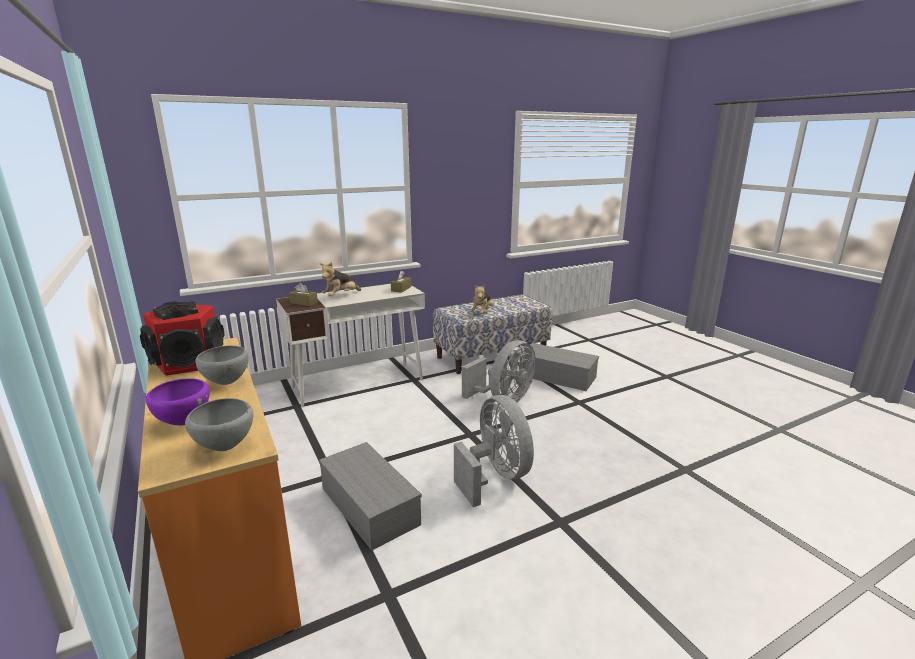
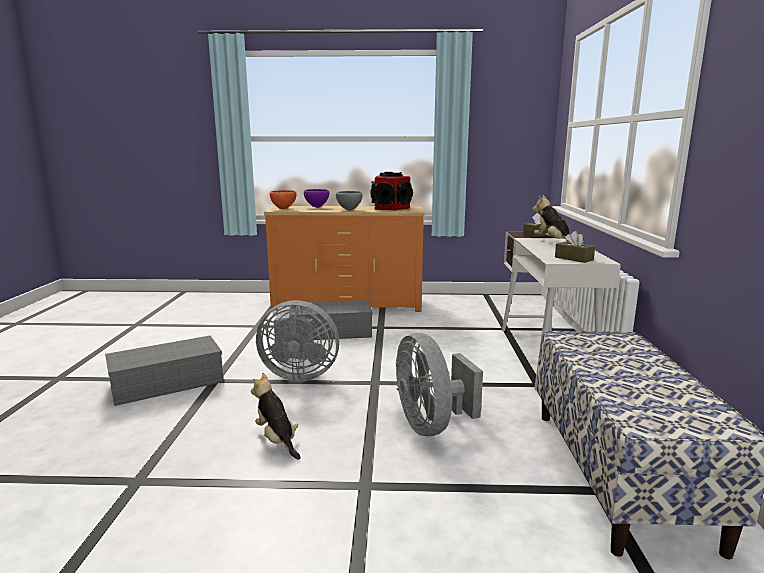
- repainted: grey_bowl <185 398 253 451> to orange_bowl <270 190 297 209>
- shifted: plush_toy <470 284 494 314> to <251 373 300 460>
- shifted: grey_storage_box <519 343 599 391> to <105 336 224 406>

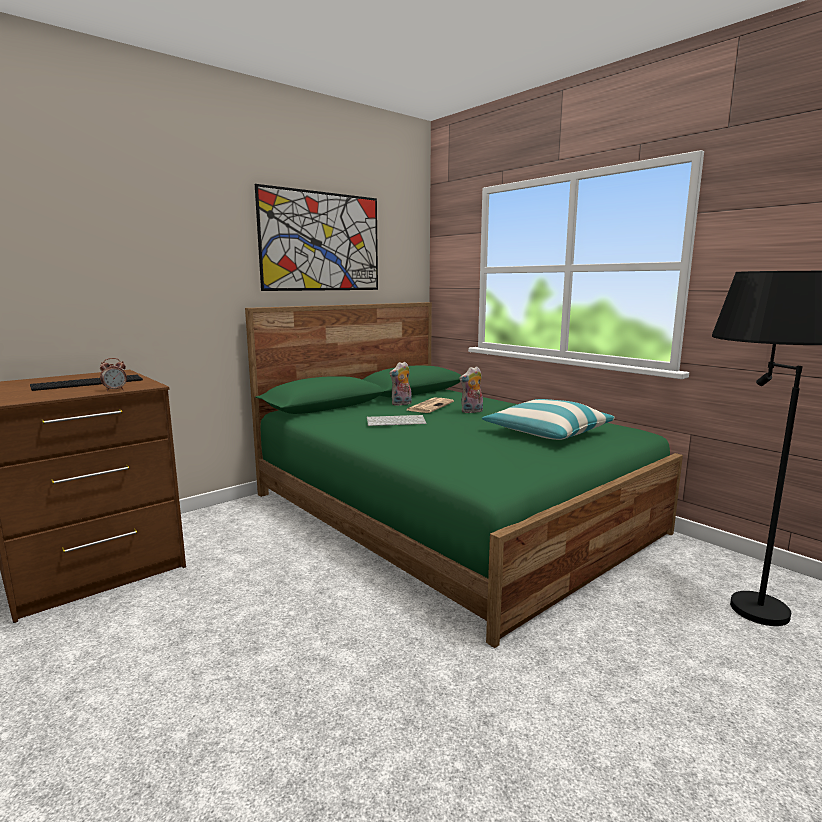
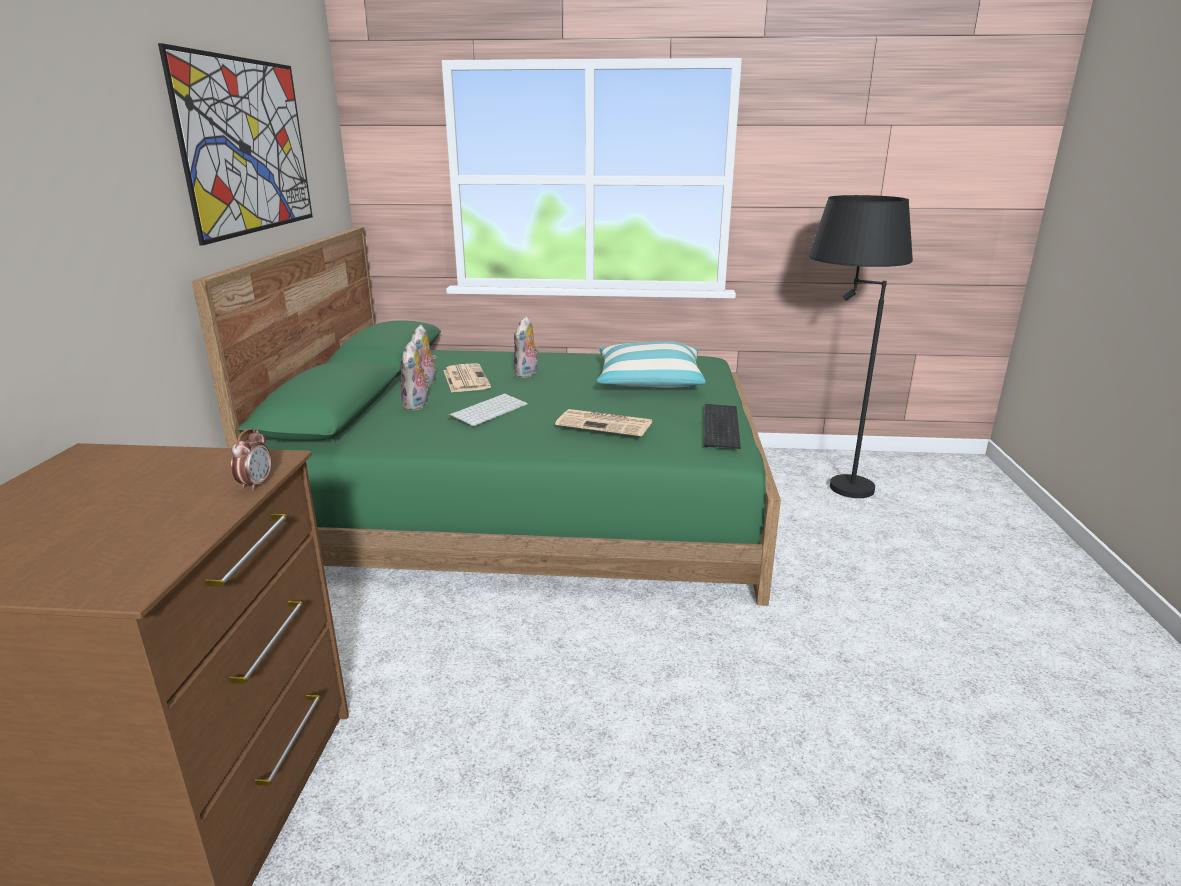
- shifted: keyboard <30 375 143 391> to <704 404 741 449>
- new: plush_toy <401 341 429 411>
- new: newspaper <555 409 652 437>

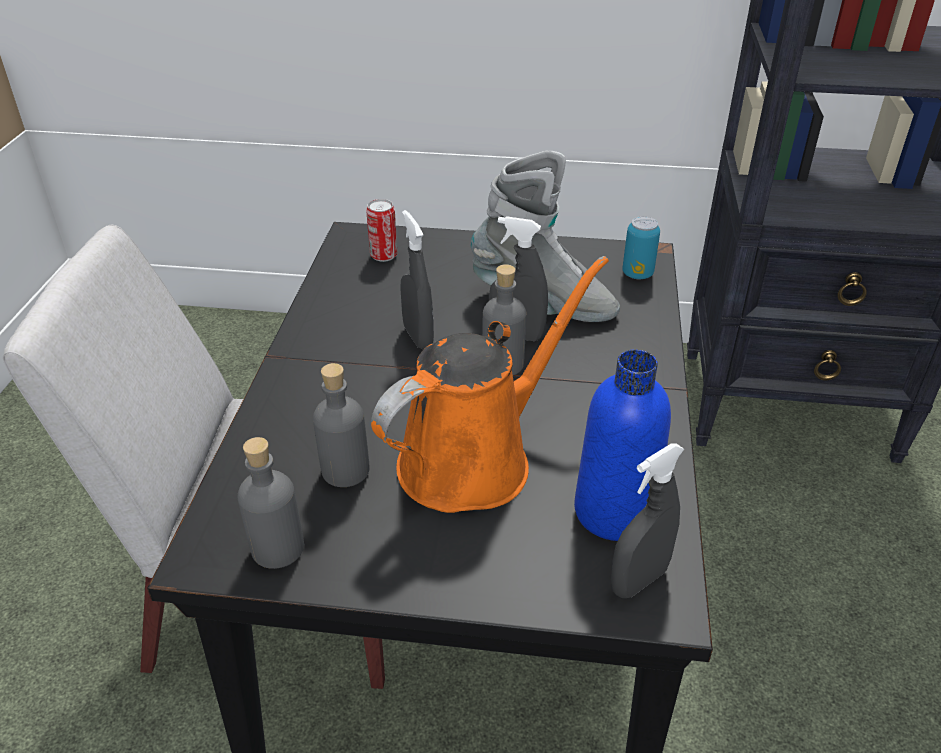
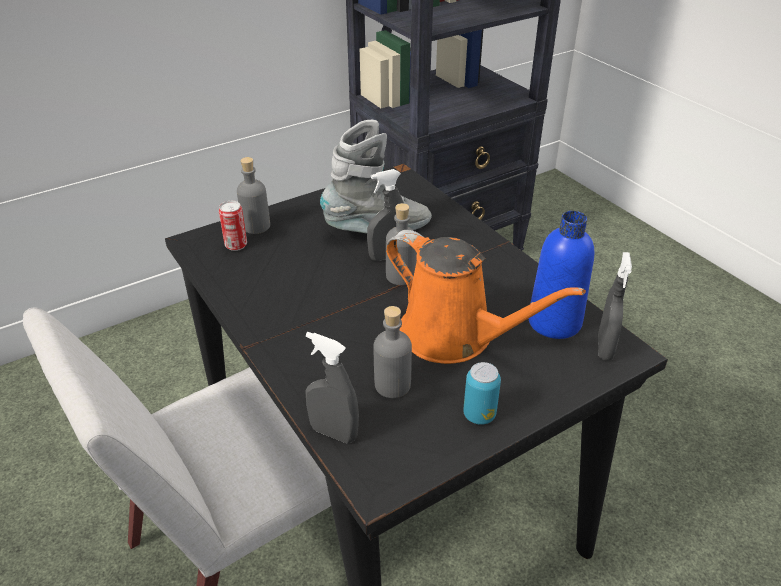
- shifted: grey_bottle <237 437 304 569> to <237 157 270 234>
- rotated: orange_watering_can <371 256 609 513> = <386 230 586 364> 120 degrees clockwise
- shifted: grey_spray_bottle <400 210 434 349> to <306 332 359 443>
- shifted: can <622 216 660 279> to <463 362 501 425>

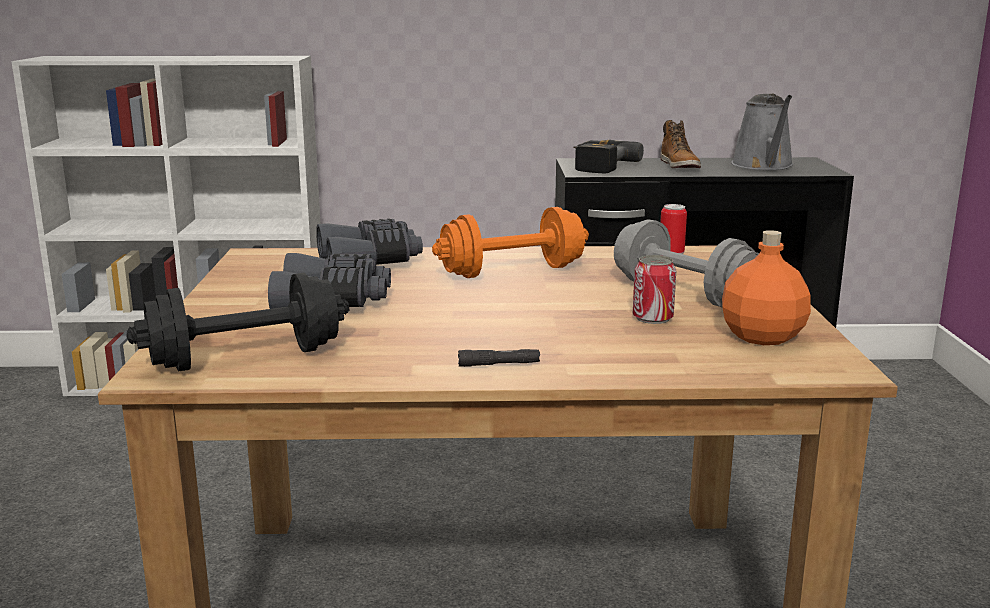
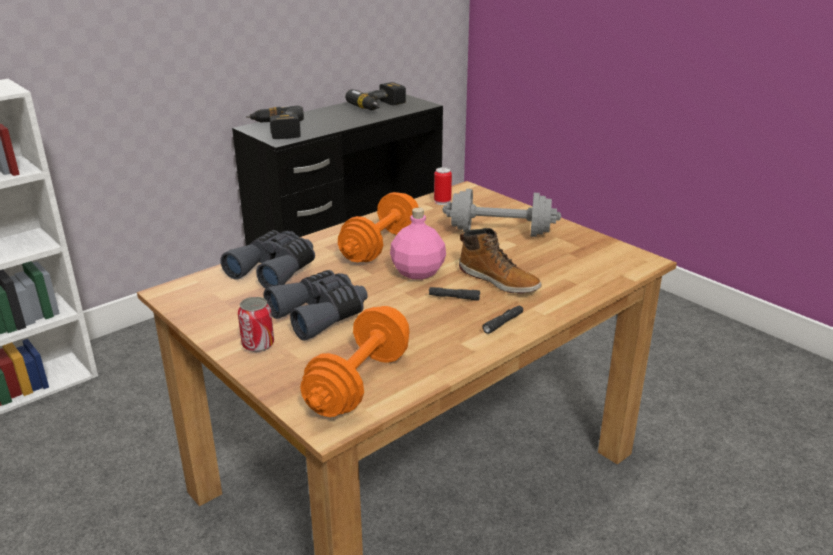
- repainted: black_dumbbell <126 272 349 372> to orange_dumbbell <300 306 410 417>
- shifted: can <633 255 676 324> to <238 297 274 352>
- shifted: boot <661 120 701 168> to <459 228 542 294>
- gone: orange_bottle <722 230 811 345>
- swapped: grey_watering_can <731 94 793 170> to power_drill <345 82 406 110>
- new: pink_bottle <390 208 446 280>
- new: black_flashlight <429 287 480 301>

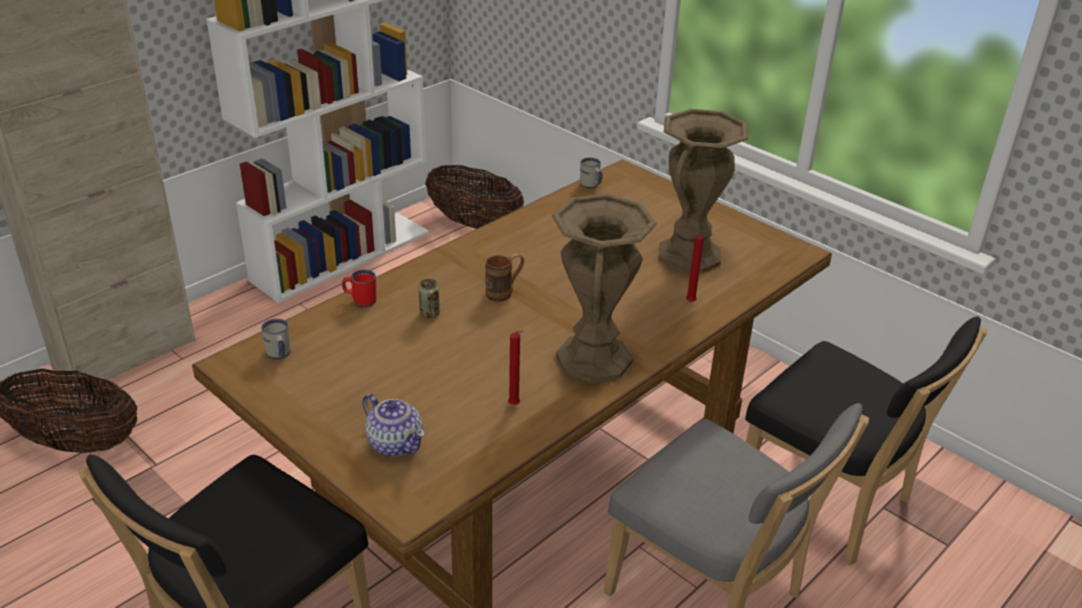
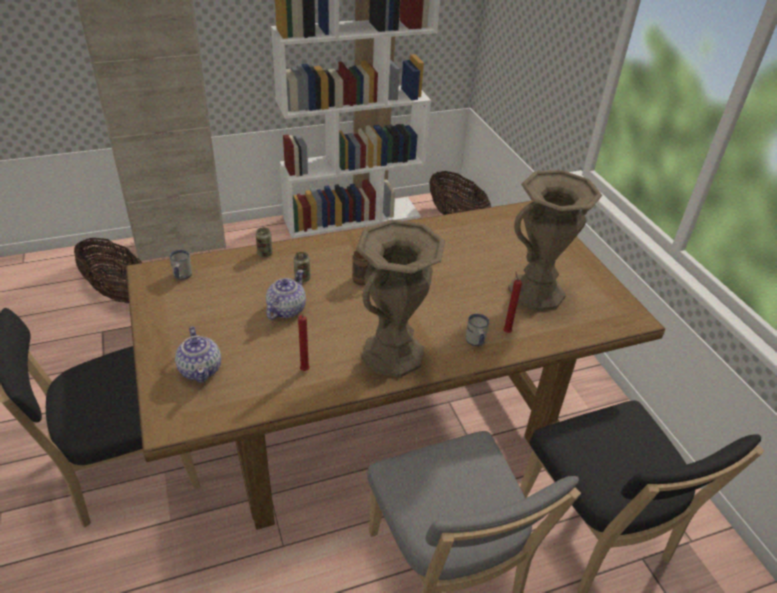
- swapped: red_mug <342 270 376 307> to can <256 227 272 257>
- shifted: white_mug <580 158 603 188> to <466 314 489 346>
- new: teapot <266 270 306 320>

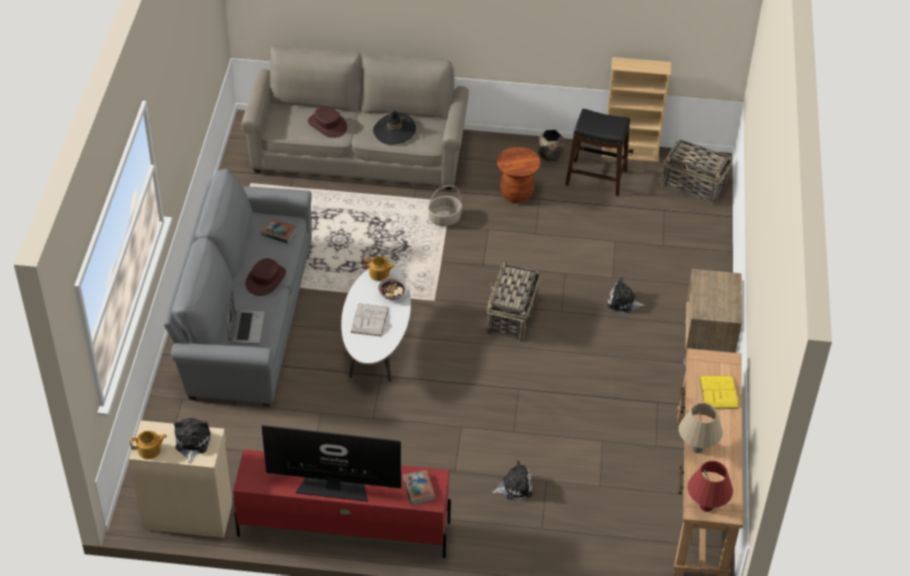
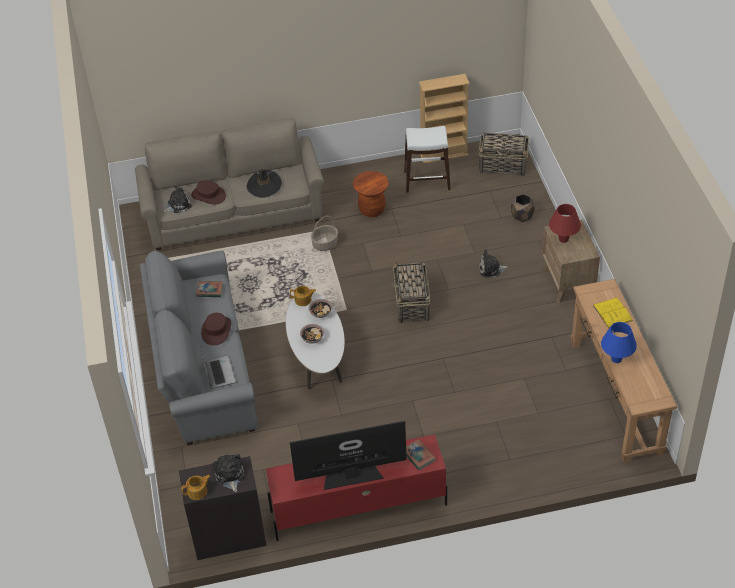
- repainted: beige_cabinet <129 420 232 538> to black_cabinet <179 456 266 560>
- swapped: white_book <351 303 389 337> to bowl <300 324 324 344>
- shifted: plush_toy <492 461 533 500> to <163 186 192 213>
- shifted: brown_planter <538 130 564 161> to <511 194 535 222>
- repainted: black_stool <566 109 630 197> to white_stool <404 126 451 193>
- repainted: beige_table_lamp <679 403 723 453> to blue_table_lamp <601 322 637 363>
- shifted: red_table_lamp <687 461 733 512> to <549 204 581 243>

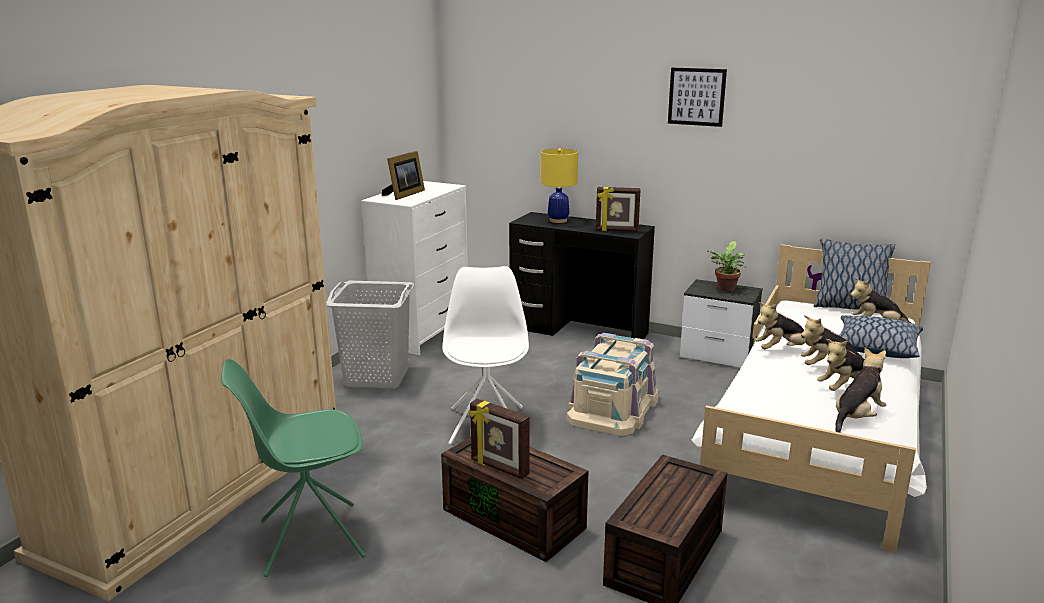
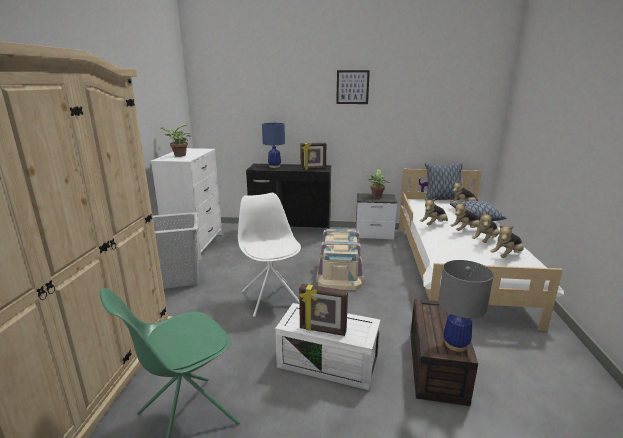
- swapped: picture_frame <382 151 425 200> to potted_plant <162 124 191 157>
- repainted: brown_storage_box <441 437 589 562> to white_storage_box <275 303 381 390>
- repainted: yellow_table_lamp <541 148 578 223> to blue_table_lamp <262 122 285 168>
- rotated: plush_toy <835 348 886 433> = <490 225 524 258> 150 degrees counterclockwise
- new: grey_table_lamp <438 260 494 352>

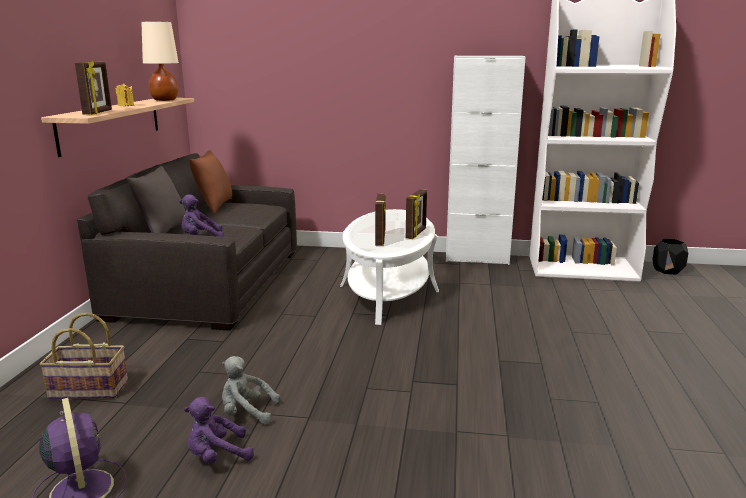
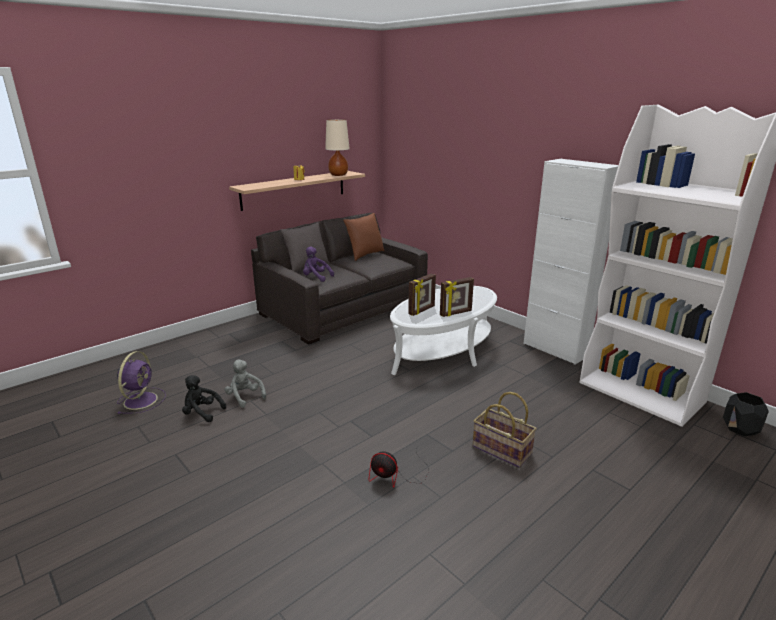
- shifted: basket <40 313 128 399> to <473 392 537 468>
- gone: picture_frame <75 60 112 115>
- repainted: purple_plush_toy <184 397 254 464> to black_plush_toy <182 375 226 422>
- new: fan <369 447 429 488>

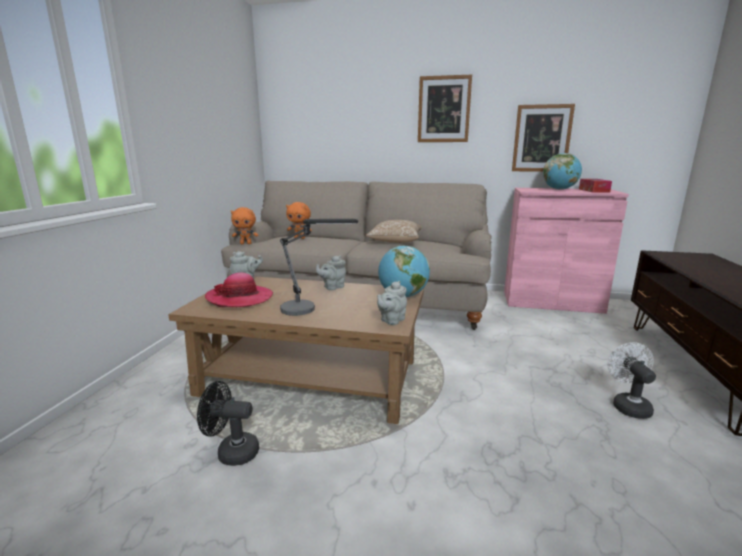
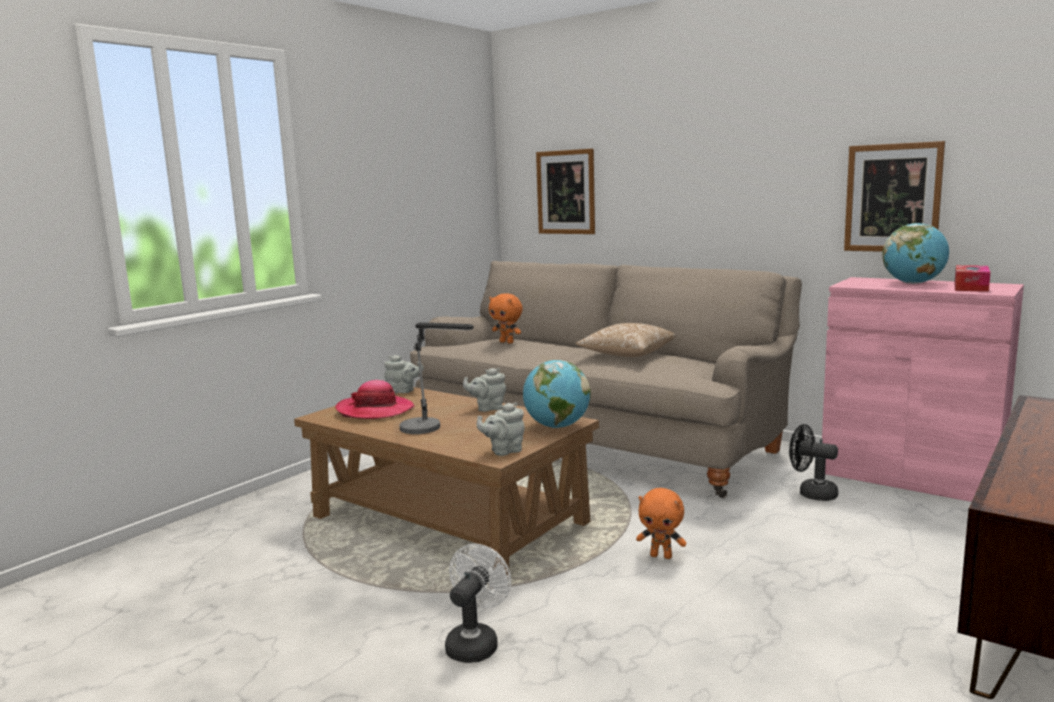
- shifted: black_fan <197 381 259 466> to <789 424 838 501>
- shifted: orange_plush_toy <231 207 258 244> to <636 488 686 559>
- shifted: picture <418 75 472 142> to <536 149 595 234>
- shifted: white_fan <607 342 656 419> to <445 544 511 663>

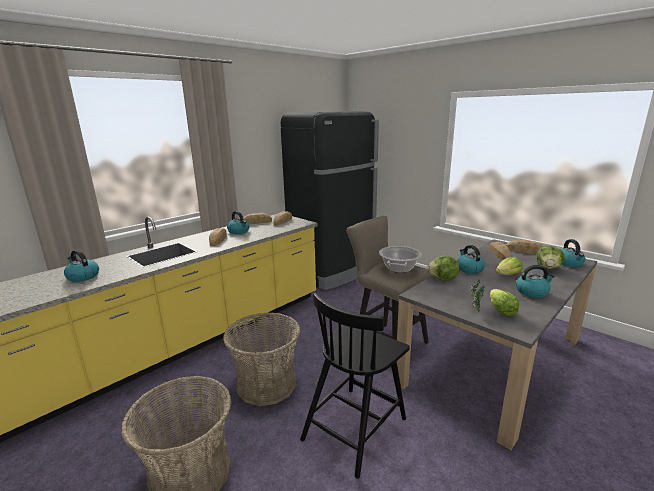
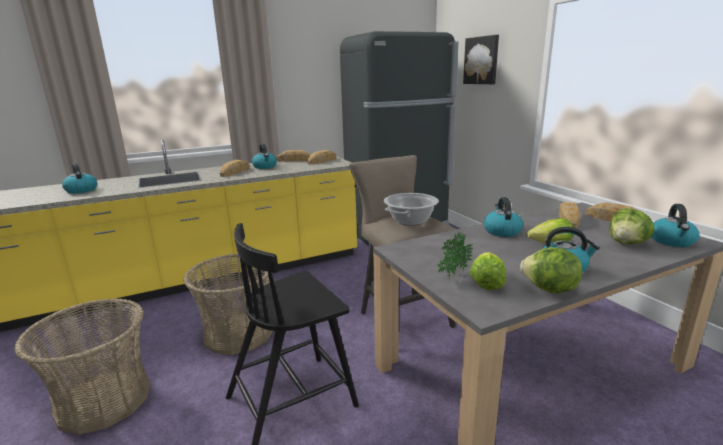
- shifted: lettuce <427 256 460 281> to <520 247 582 293>
- new: picture <463 35 499 84>

